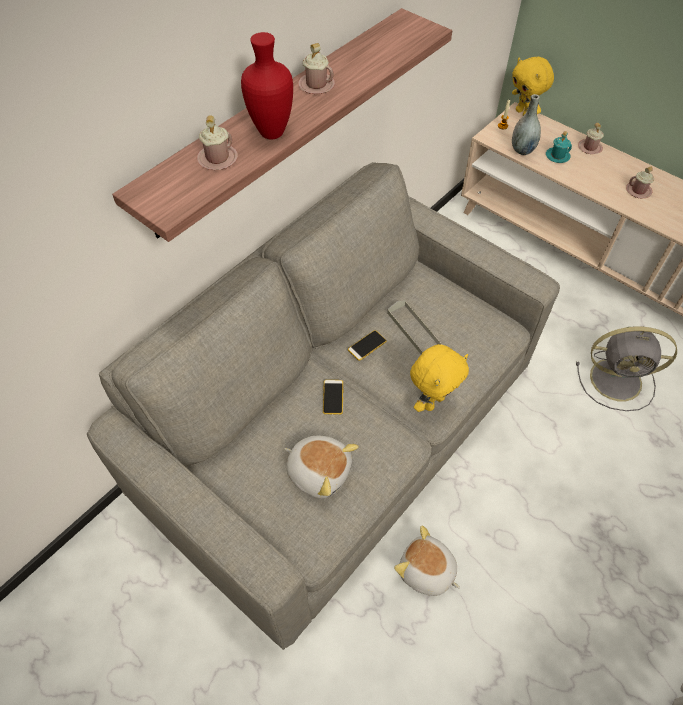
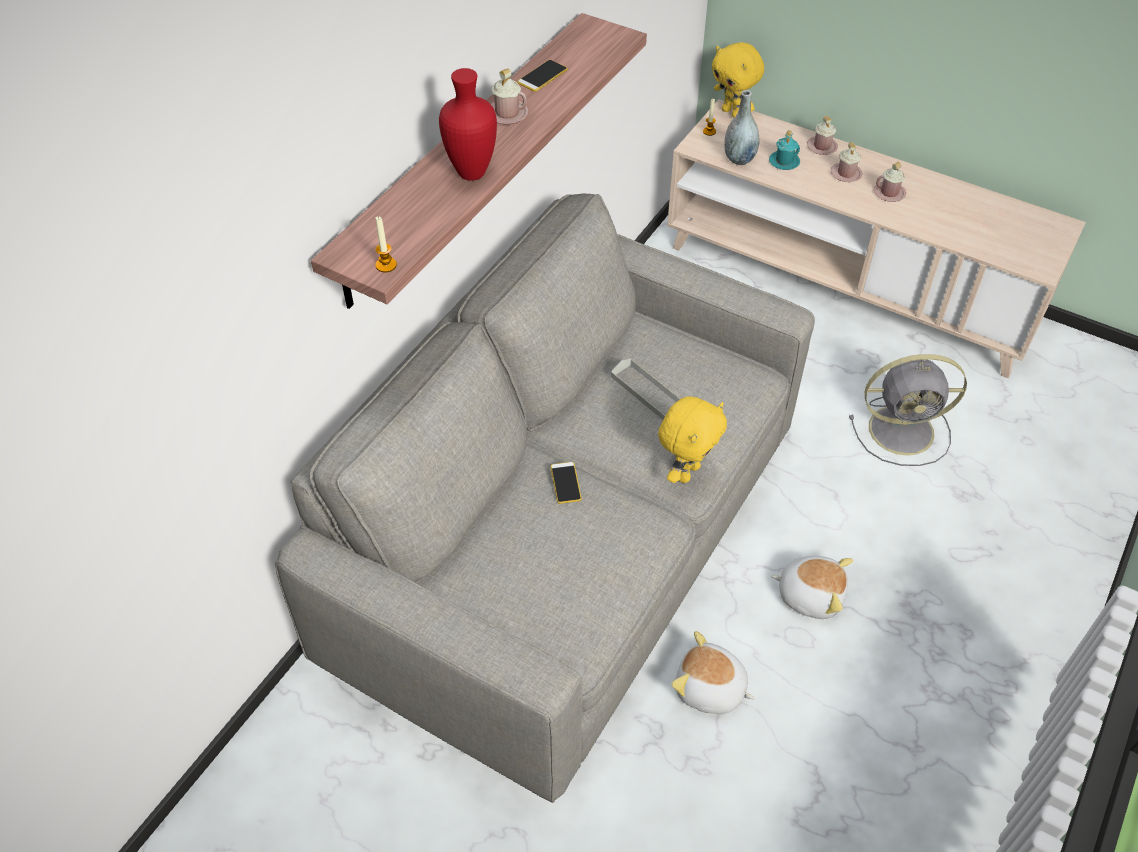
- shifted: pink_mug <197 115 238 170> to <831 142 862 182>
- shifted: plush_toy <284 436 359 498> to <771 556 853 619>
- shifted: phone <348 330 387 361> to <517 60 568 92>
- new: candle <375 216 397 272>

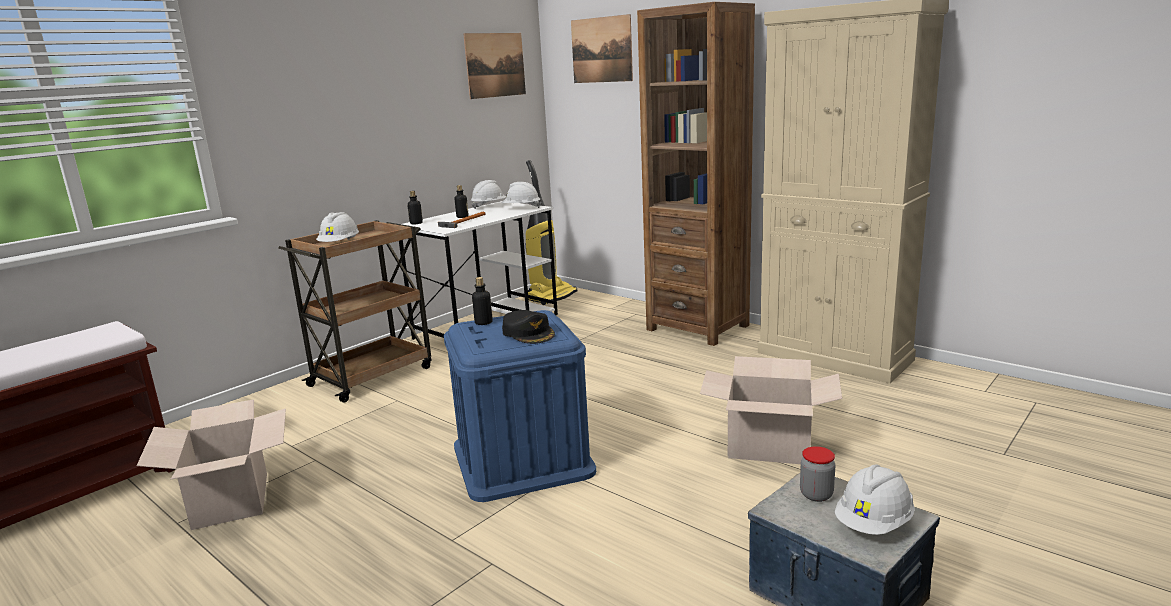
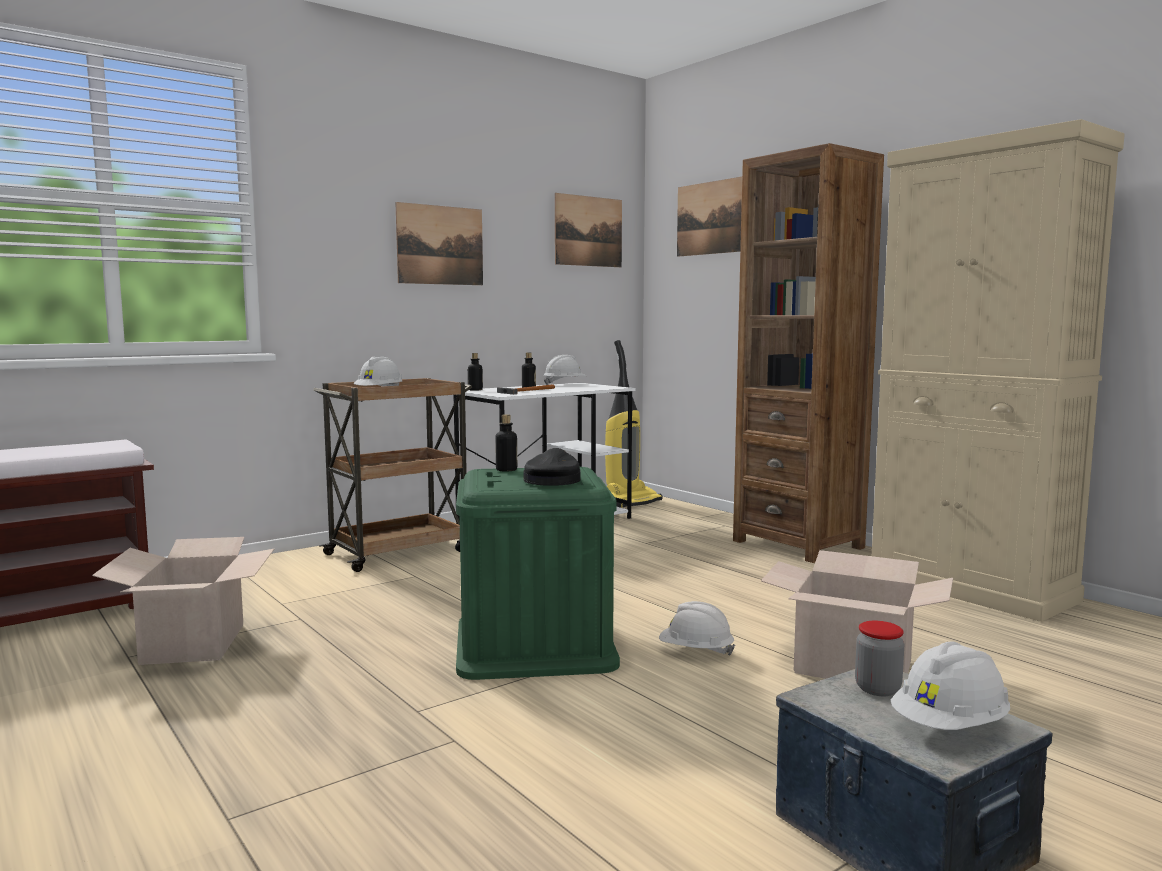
- repainted: blue_storage_box <444 310 596 502> to green_storage_box <456 467 620 680>
- shifted: white_hard_hat <501 182 541 208> to <659 601 735 656>
- rotated: black_cap <502 310 555 344> = <523 448 581 486> 150 degrees counterclockwise
- new: picture <395 202 483 285>

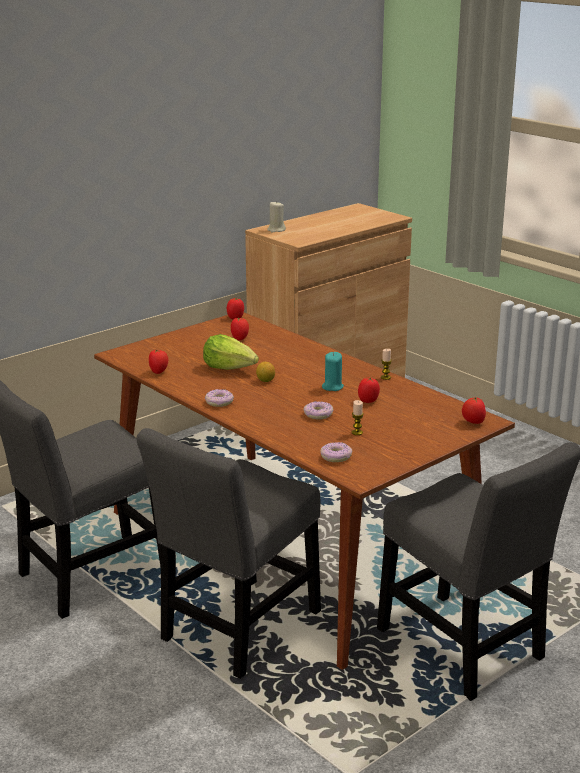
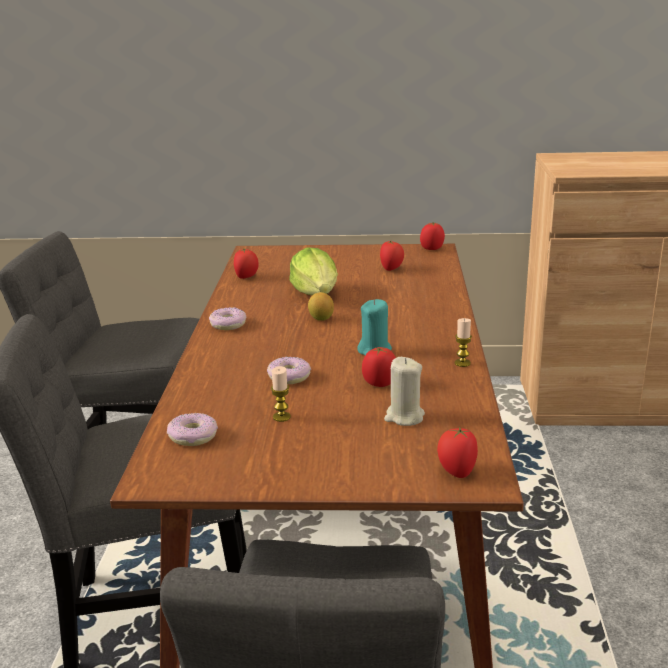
- shifted: beige_candle <267 201 286 232> to <384 357 425 426>

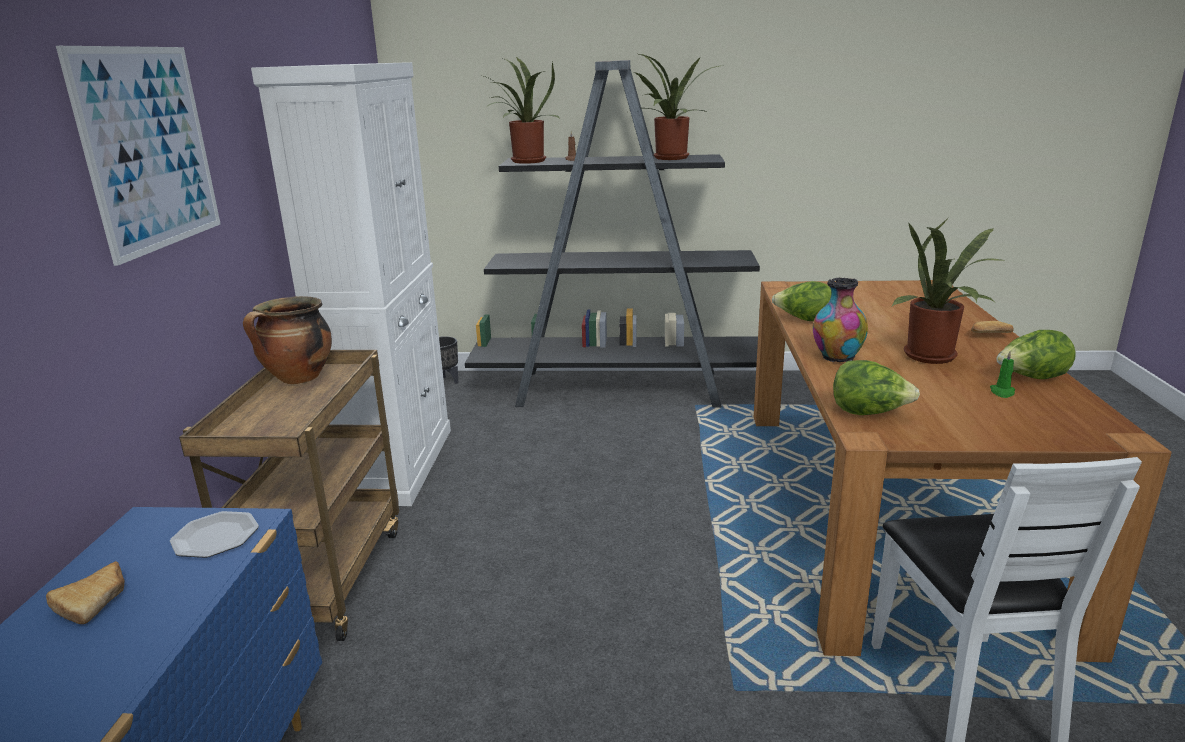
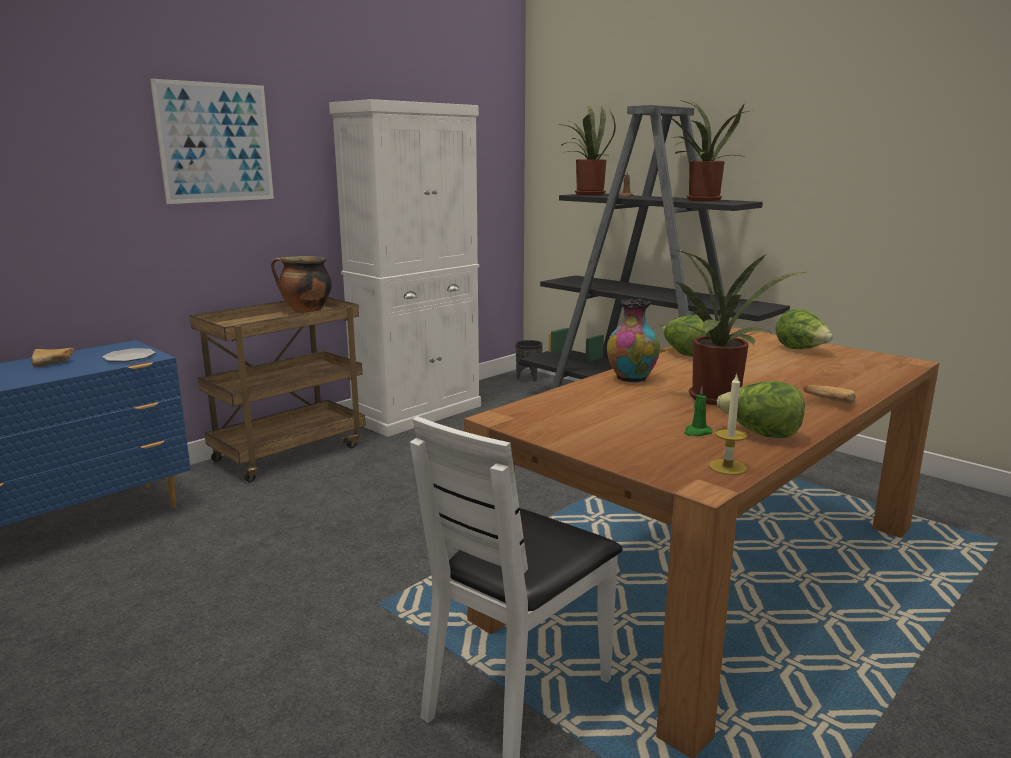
- shifted: lettuce <833 360 920 415> to <776 309 833 349>
- new: candle <709 374 747 475>

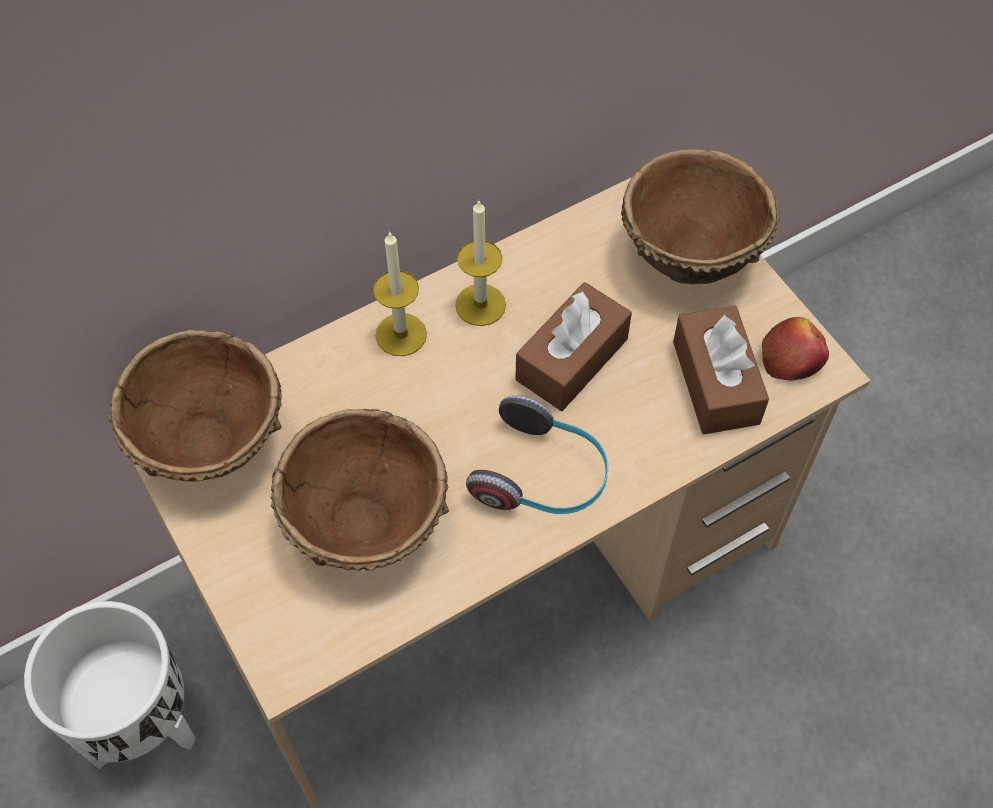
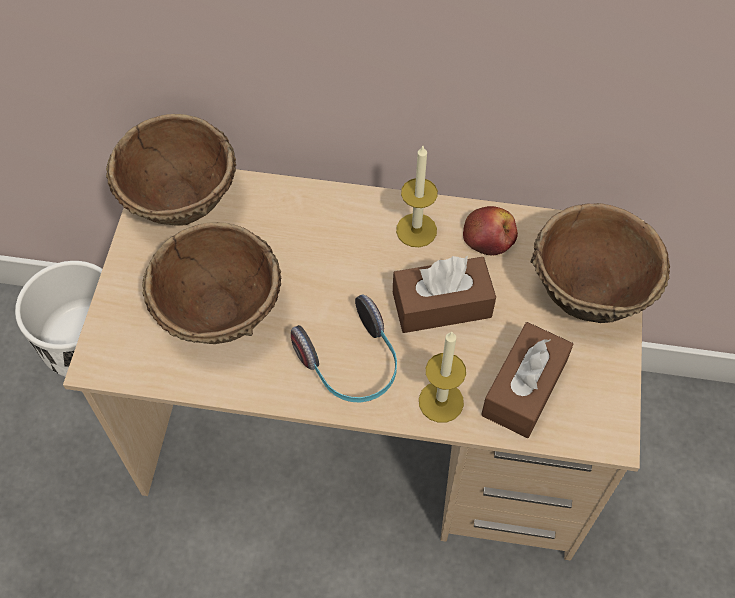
- shifted: candle <373 231 427 356> to <419 332 466 423>
- shifted: apple <762 317 829 380> to <463 206 518 255>

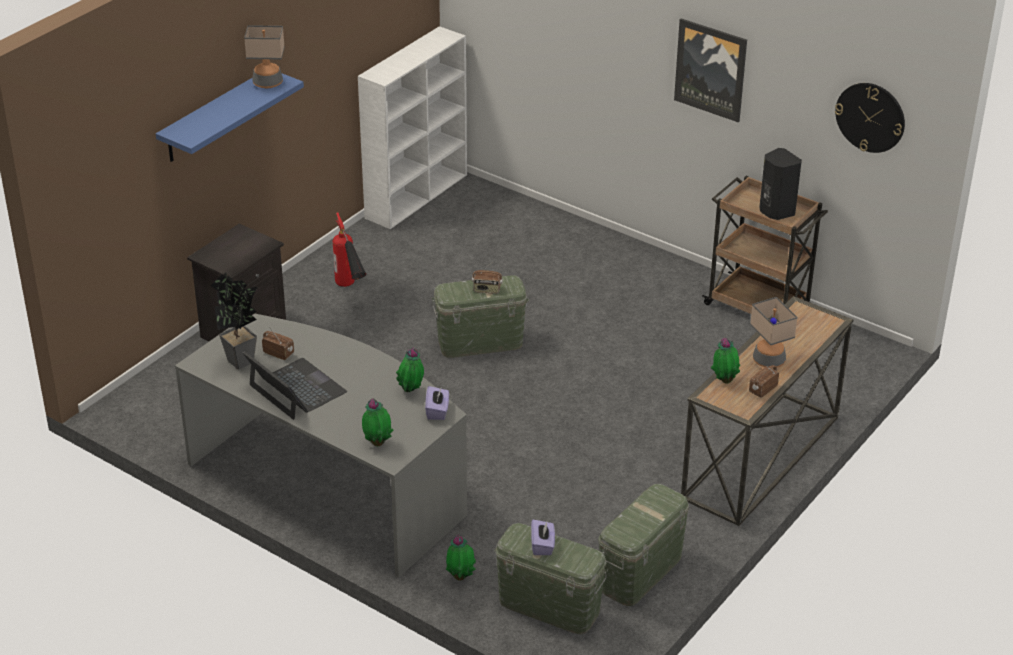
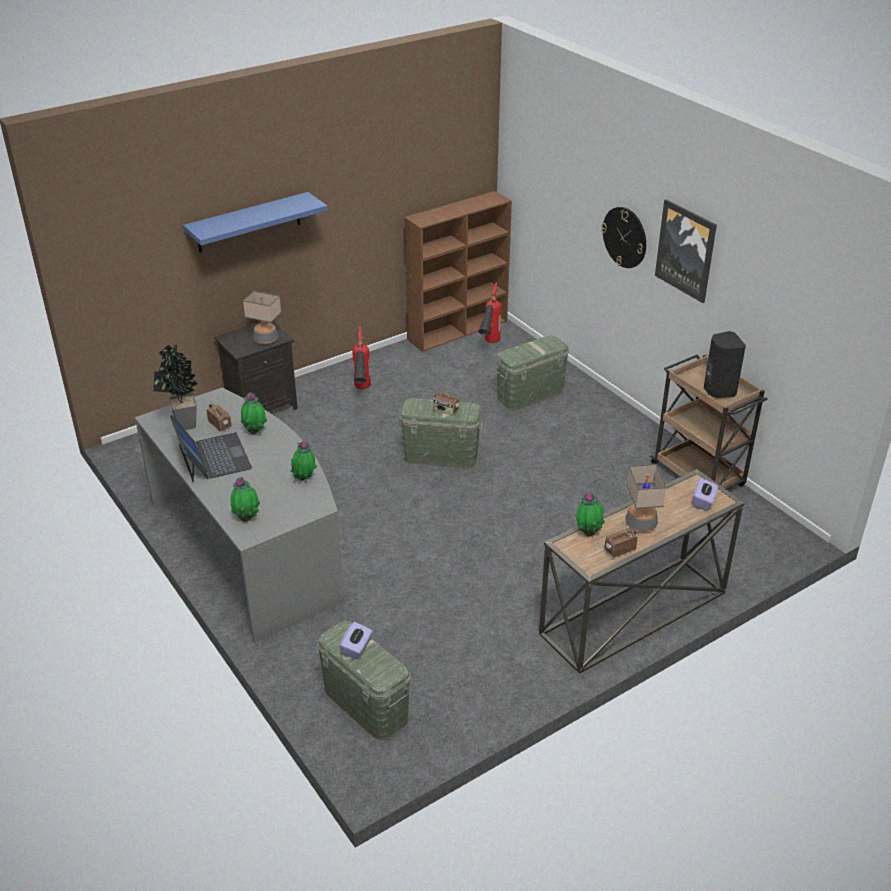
- shifted: table_lamp <244 25 285 88> to <243 290 281 344>
- repainted: white_bookcase <358 26 467 229> to brown_bookcase <404 191 512 352>
- shifted: purple_tissue_box <425 386 449 420> to <693 478 718 511>
- shifted: potted_plant <446 535 476 581> to <241 392 267 434>
- shifted: green_storage_box <598 484 689 606> to <495 335 569 411>
- shifted: wall_clock <835 83 905 153> to <601 207 646 268>
- new: fire_extinguisher <478 283 501 343>

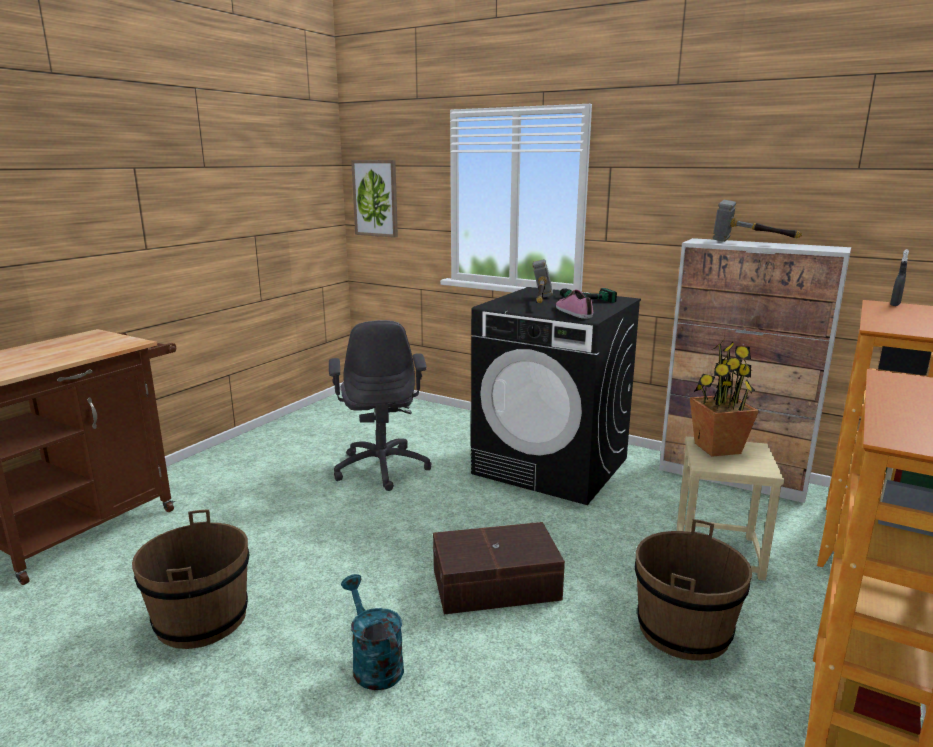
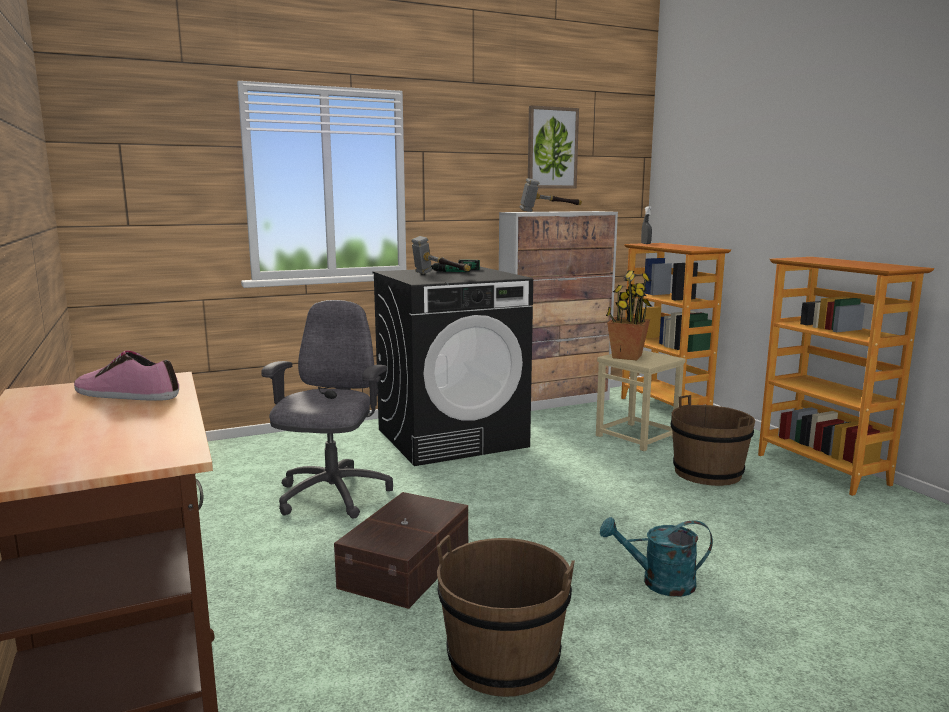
- rotated: grey_office_chair <329 320 432 491> = <261 300 393 518> 105 degrees counterclockwise
- shifted: picture <351 160 398 238> to <528 105 579 189>
- shifted: brown_storage_box <433 522 565 614> to <334 492 468 609>
- shifted: shoe <556 290 593 319> to <74 350 179 401>

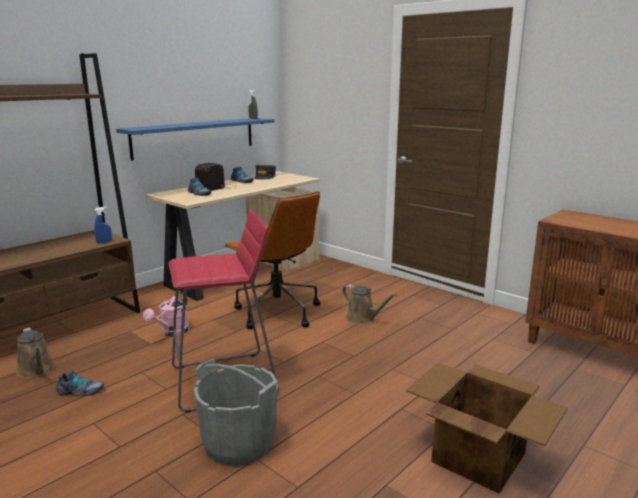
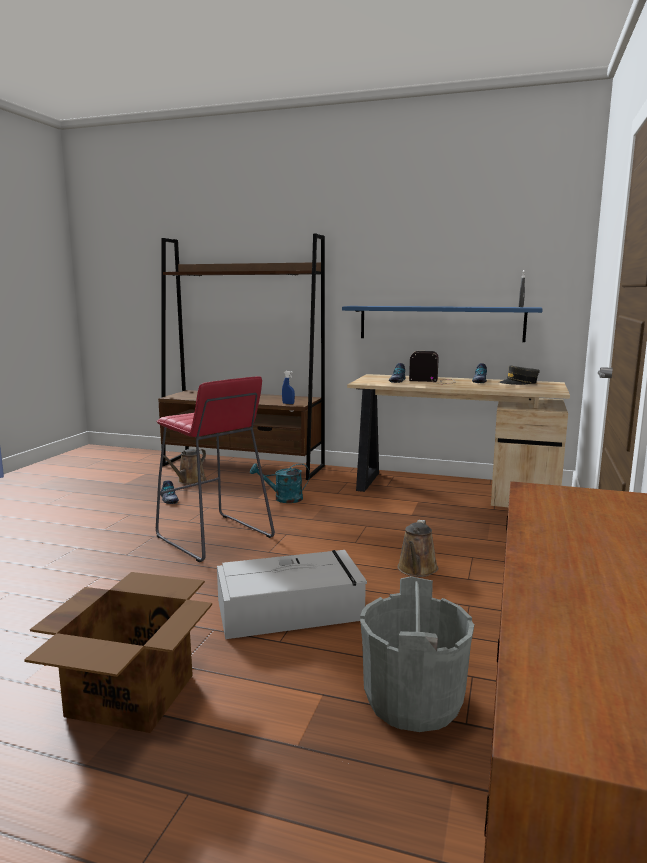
- repainted: pink_watering_can <143 292 189 336> to turquoise_watering_can <250 463 310 503>
- shifted: grey_bucket <194 359 278 466> to <360 576 474 732>
- gone: brown_office_chair <223 191 320 329>
- new: grey_storage_box <217 550 367 639>

